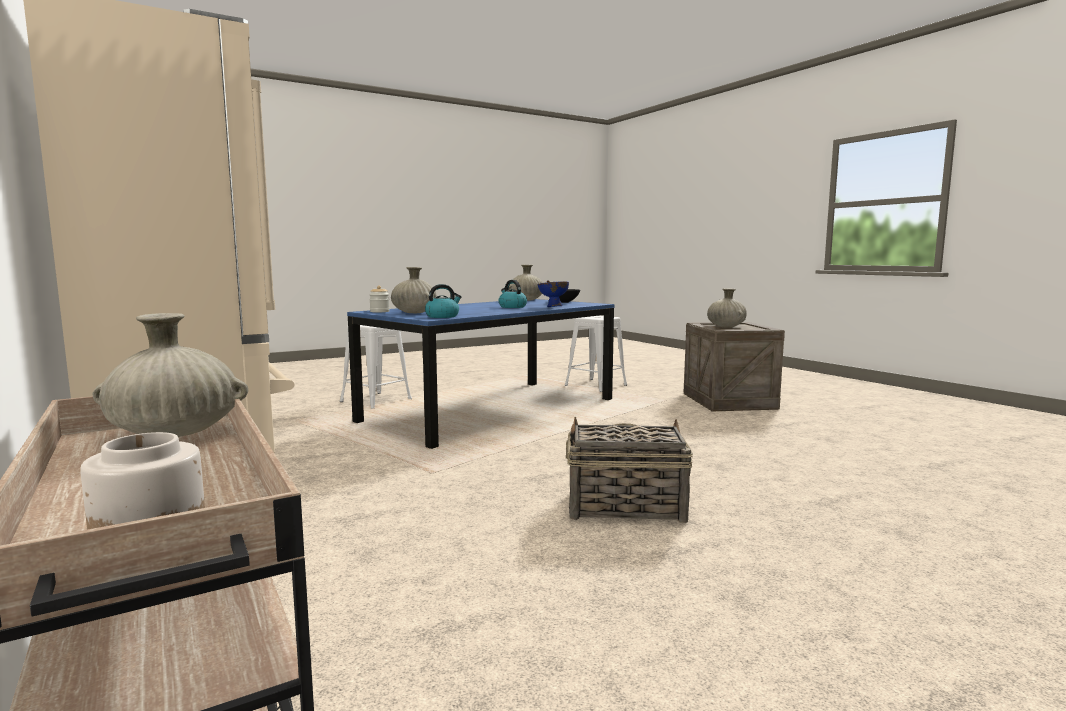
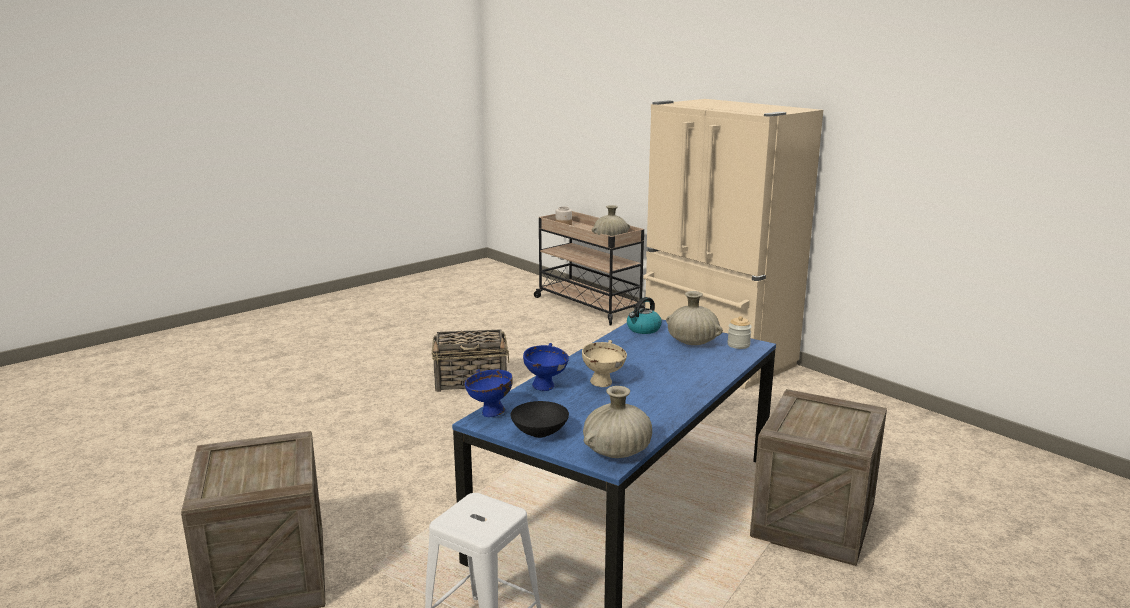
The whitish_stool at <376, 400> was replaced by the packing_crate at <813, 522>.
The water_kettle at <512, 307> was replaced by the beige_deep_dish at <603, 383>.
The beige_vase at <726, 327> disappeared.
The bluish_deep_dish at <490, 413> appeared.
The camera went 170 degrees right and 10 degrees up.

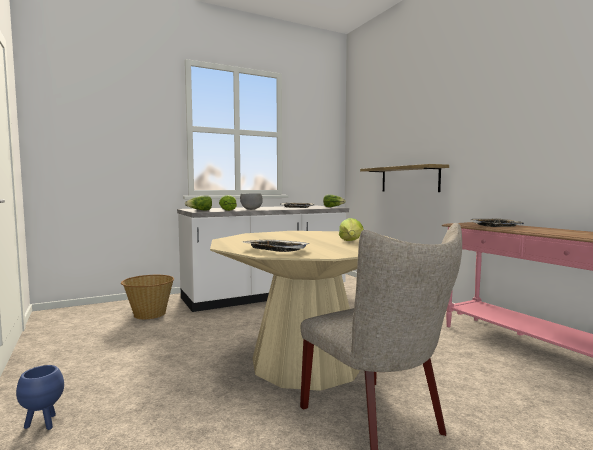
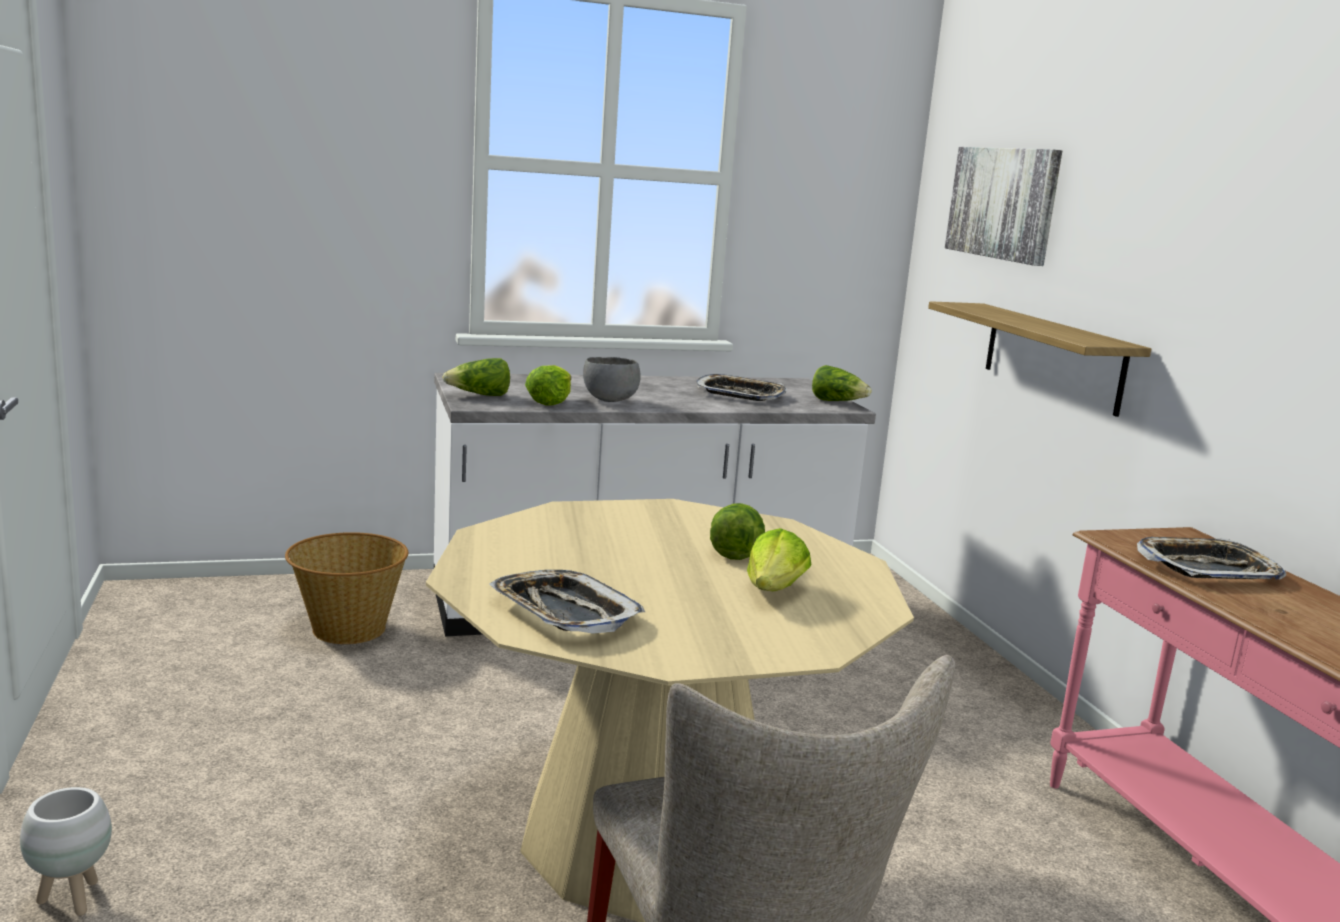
The bluish_planter at <43, 424> became the whitish_planter at <71, 900>.
The lettuce at <734, 550> appeared.
The wall_art at <1003, 203> appeared.
The camera went 10 degrees right and 10 degrees up.

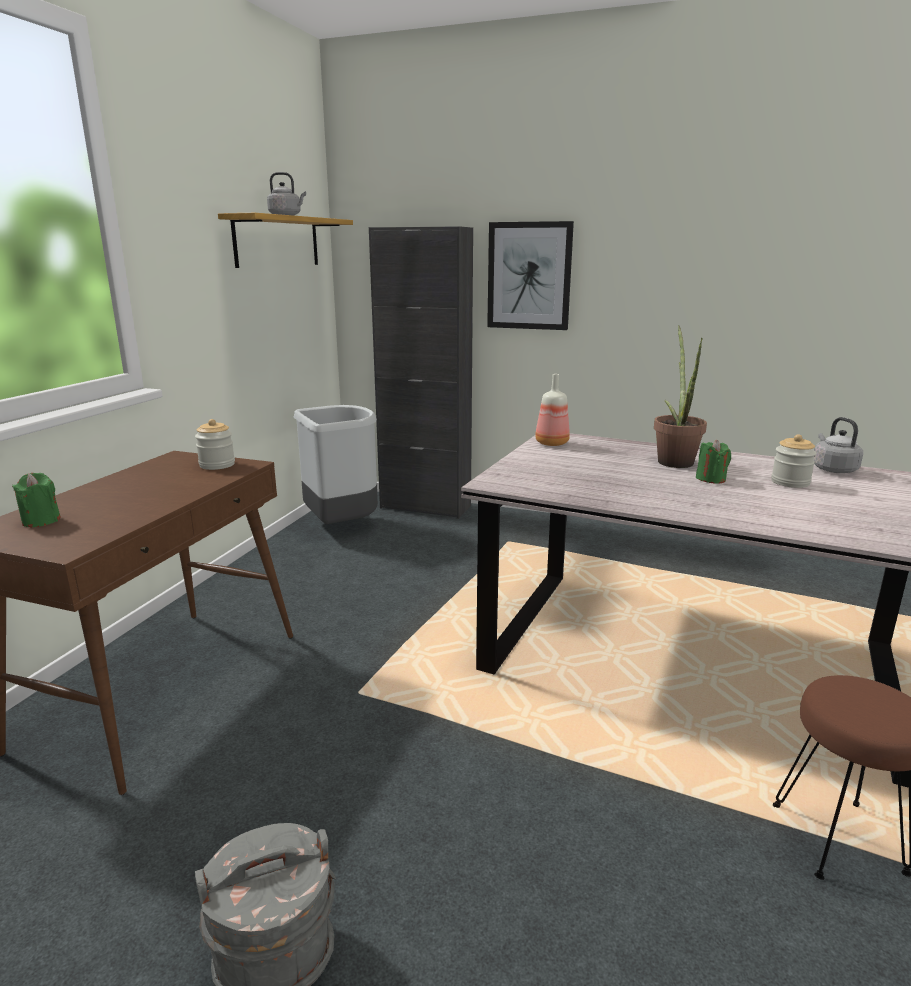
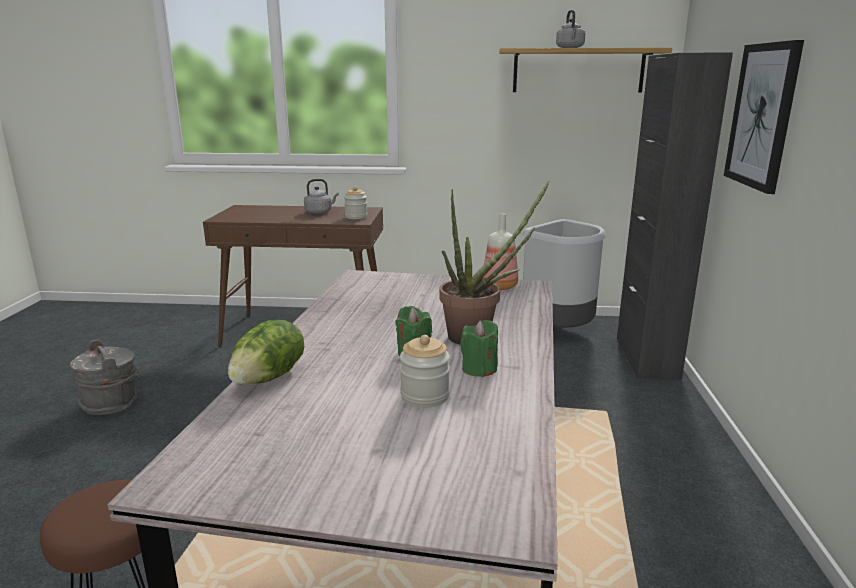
The greenish_wax_light moved from <41, 521> to <479, 369>.
The grey_water_kettle moved from <832, 469> to <320, 212>.
The lettuce at <270, 377> appeared.
The camera went 75 degrees right and 0 degrees up.

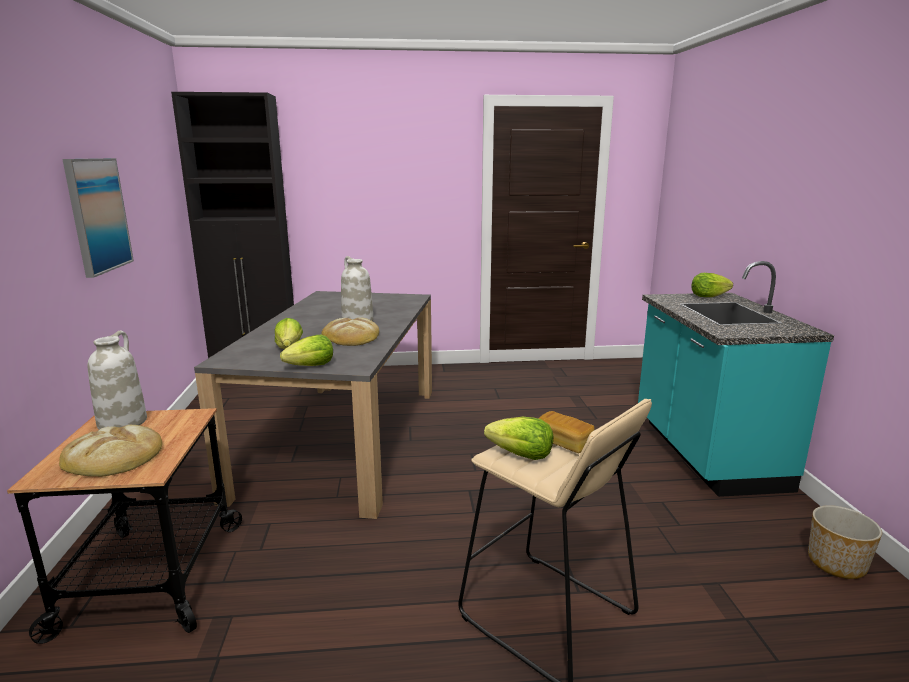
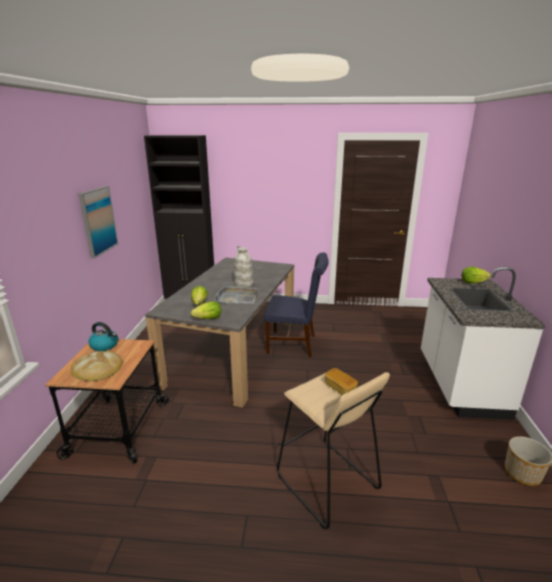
The whitish_vase at <122, 422> was replaced by the water_kettle at <105, 345>.
The baked_bread at <351, 336> was replaced by the grey_carrying_tray at <237, 297>.
The lettuce at <521, 455> disappeared.
The turquoise-coloured_kitchen_counter at <705, 453> became the whitish_kitchen_counter at <459, 385>.
The bluish_chair at <295, 344> appeared.
The camera went 10 degrees right and 5 degrees up.

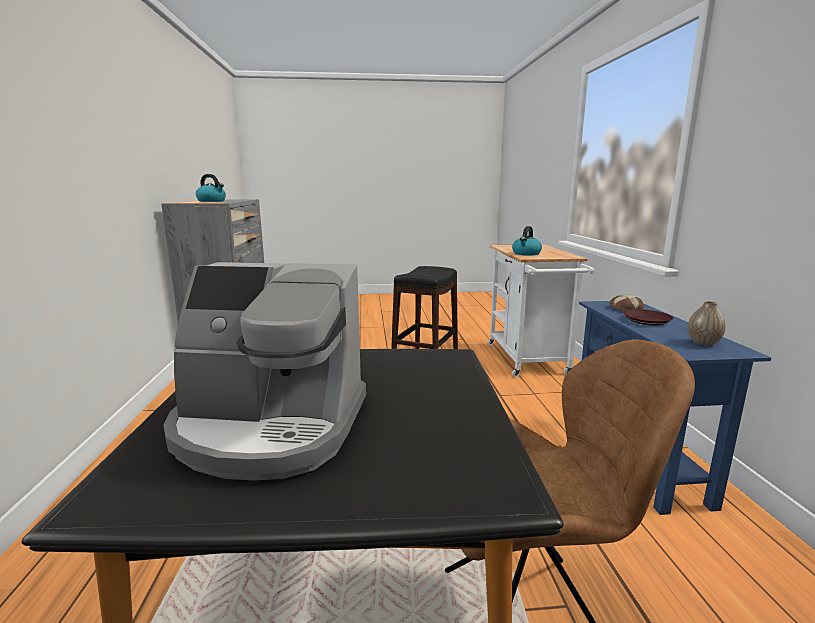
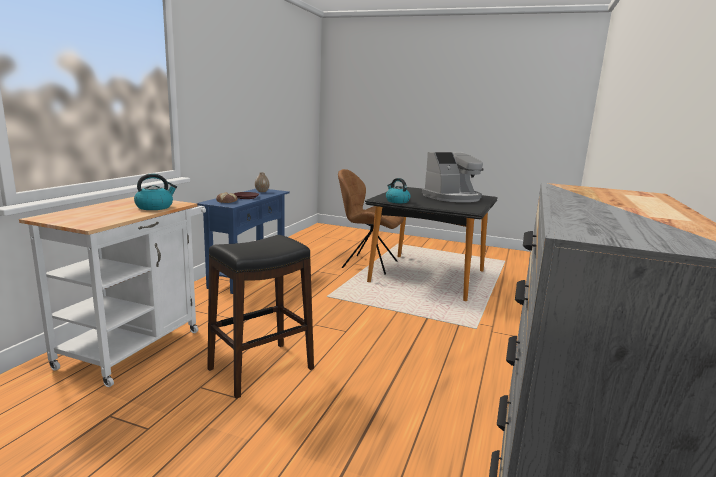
The coffee_machine at <270, 428> turned 120 degrees clockwise.
The water_kettle moved from <212, 201> to <397, 201>.
The camera went 155 degrees left and 0 degrees up.

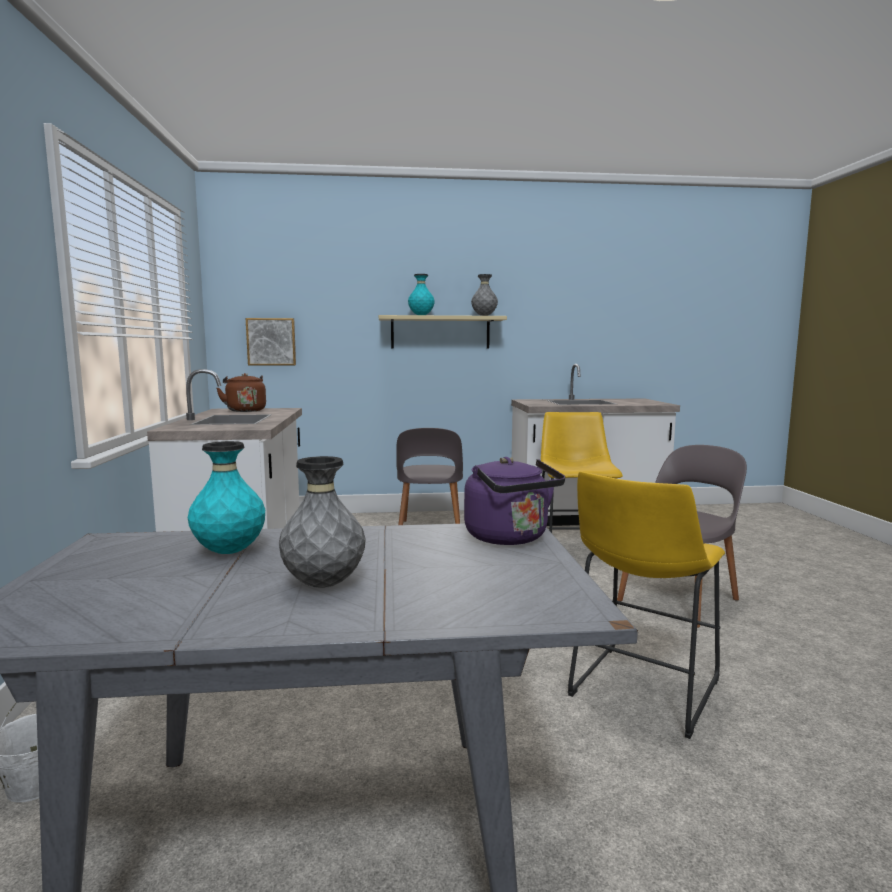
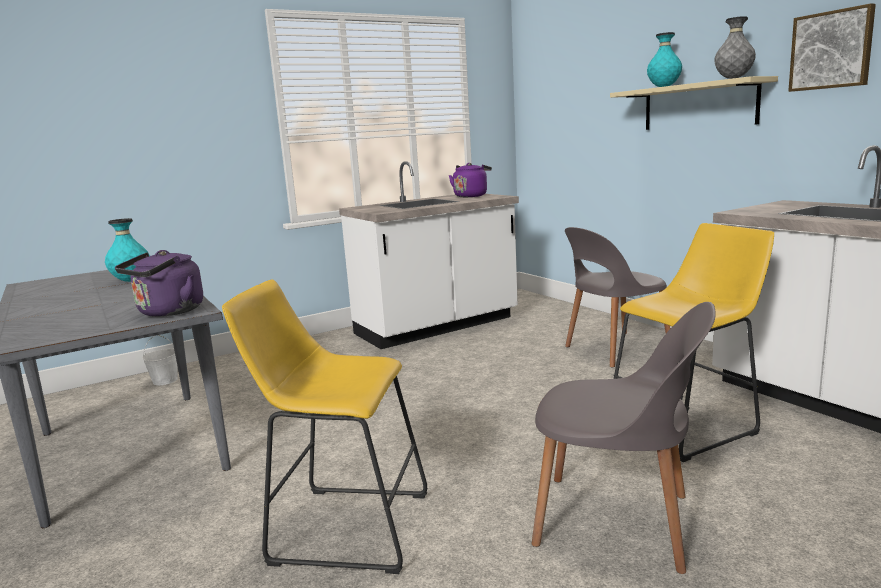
The brown_water_kettle at <245, 410> became the purplish_water_kettle at <471, 196>.
The wall_art moved from <271, 342> to <831, 50>.
The grey_vase at <324, 585> disappeared.
The camera went 65 degrees right and 5 degrees up.

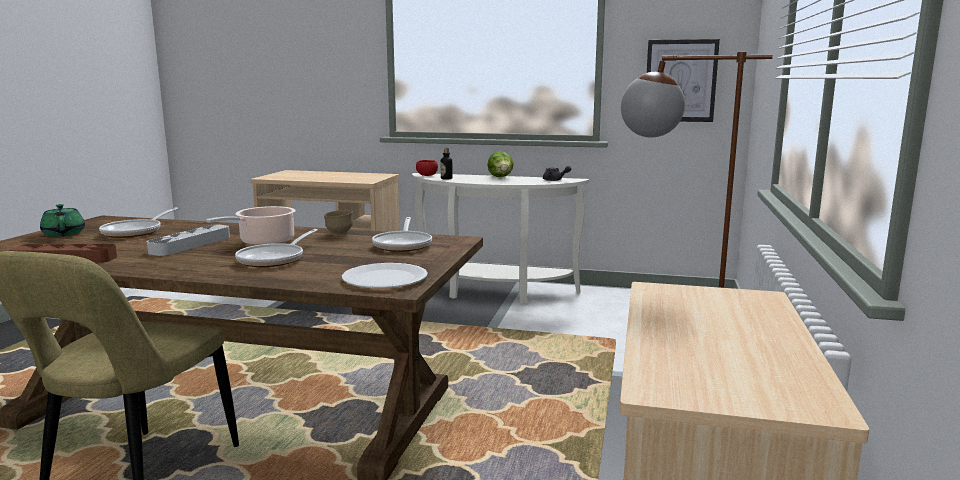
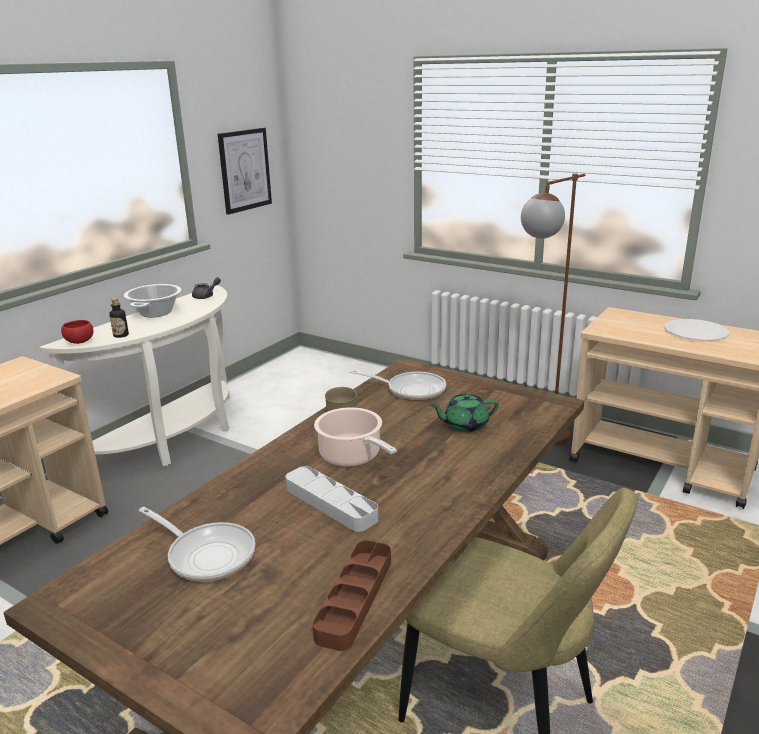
The greenish_tea_pot moved from <64, 233> to <464, 425>.
The frying_pan at <275, 259> disappeared.
The whitish_flat_dish moved from <385, 278> to <695, 332>.
The lettuce at <501, 177> was replaced by the cooking_pot at <155, 313>.
The camera went 70 degrees left and 10 degrees up.

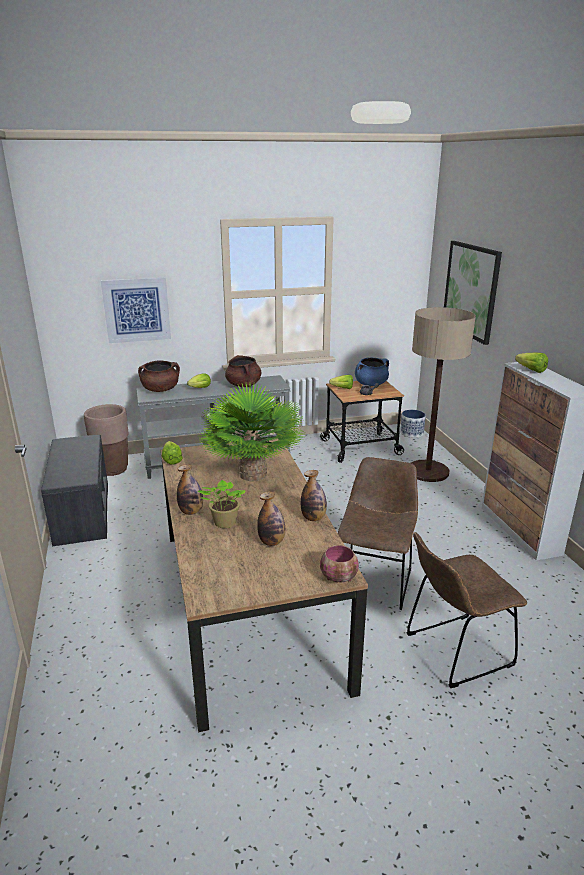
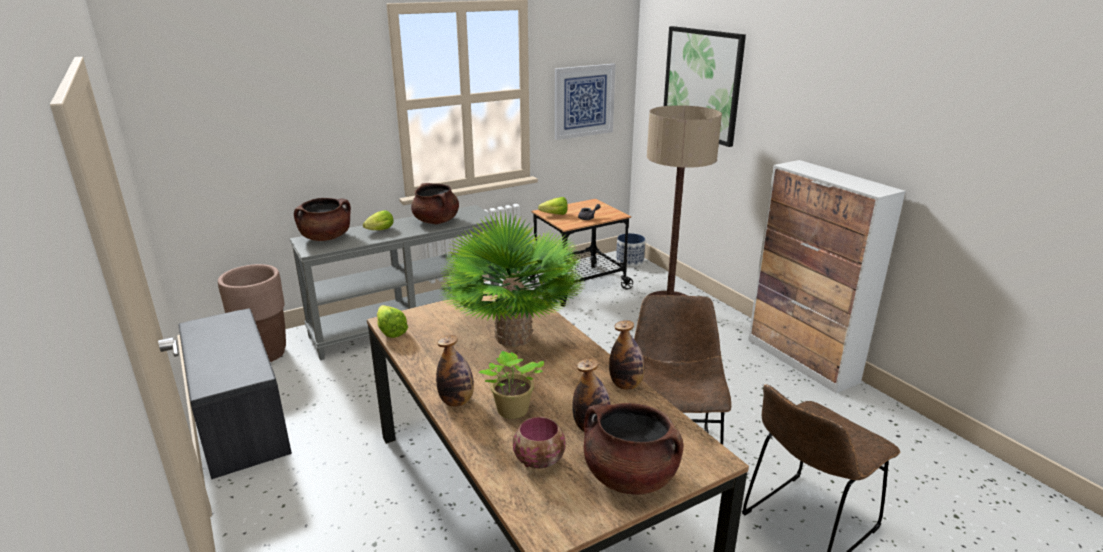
The wall_art moved from <136, 310> to <584, 101>.
The deep_dish moved from <339, 578> to <540, 461>.
The bluish_cooking_pot at <371, 384> disappeared.
The lettuce at <529, 369> disappeared.
The brown_cooking_pot at <629, 477> appeared.
The camera went 15 degrees left and 0 degrees up.

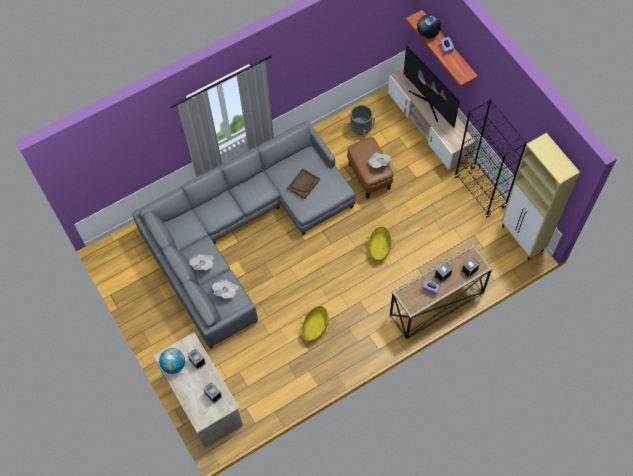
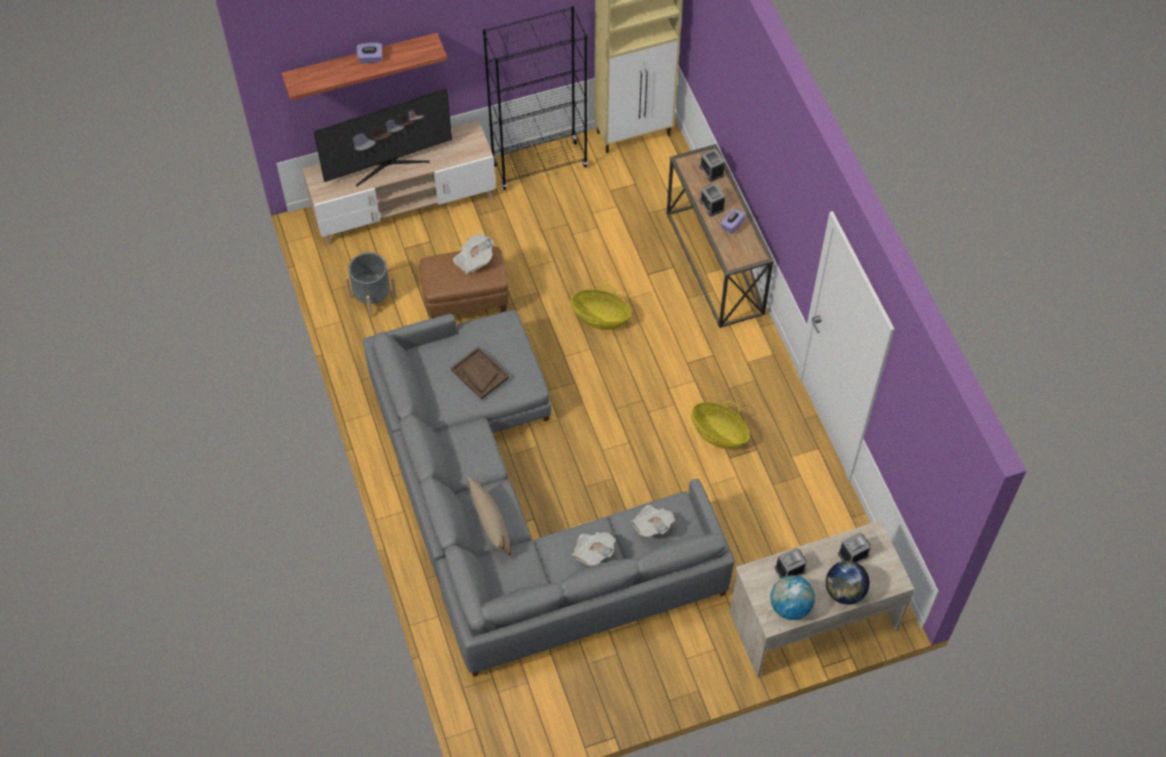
The desk_globe moved from <427, 33> to <844, 591>.
The beige_cushion at <491, 527> appeared.
The camera went 80 degrees left and 5 degrees down.

